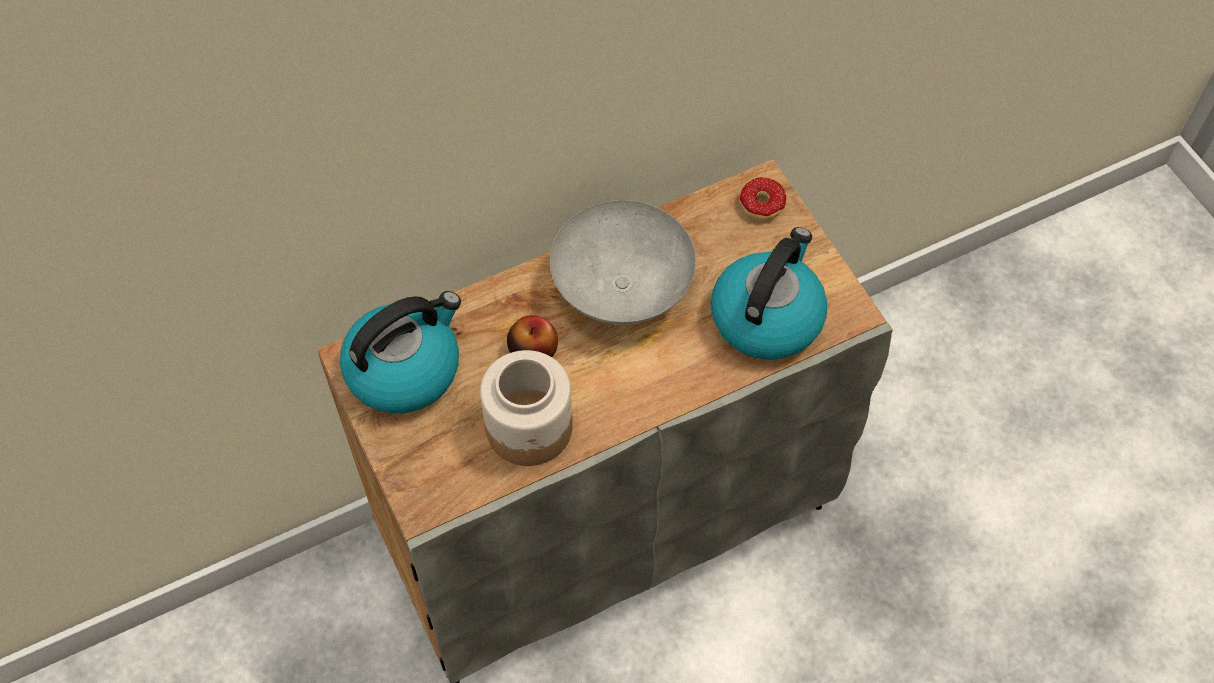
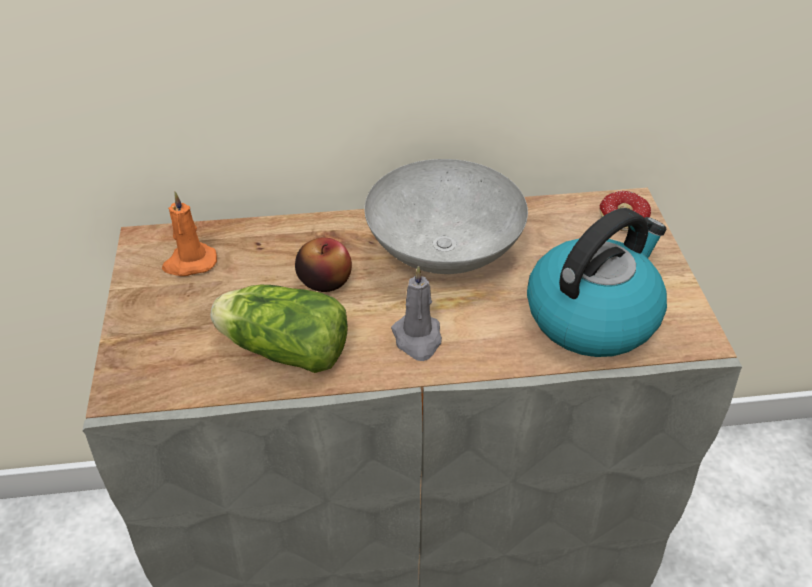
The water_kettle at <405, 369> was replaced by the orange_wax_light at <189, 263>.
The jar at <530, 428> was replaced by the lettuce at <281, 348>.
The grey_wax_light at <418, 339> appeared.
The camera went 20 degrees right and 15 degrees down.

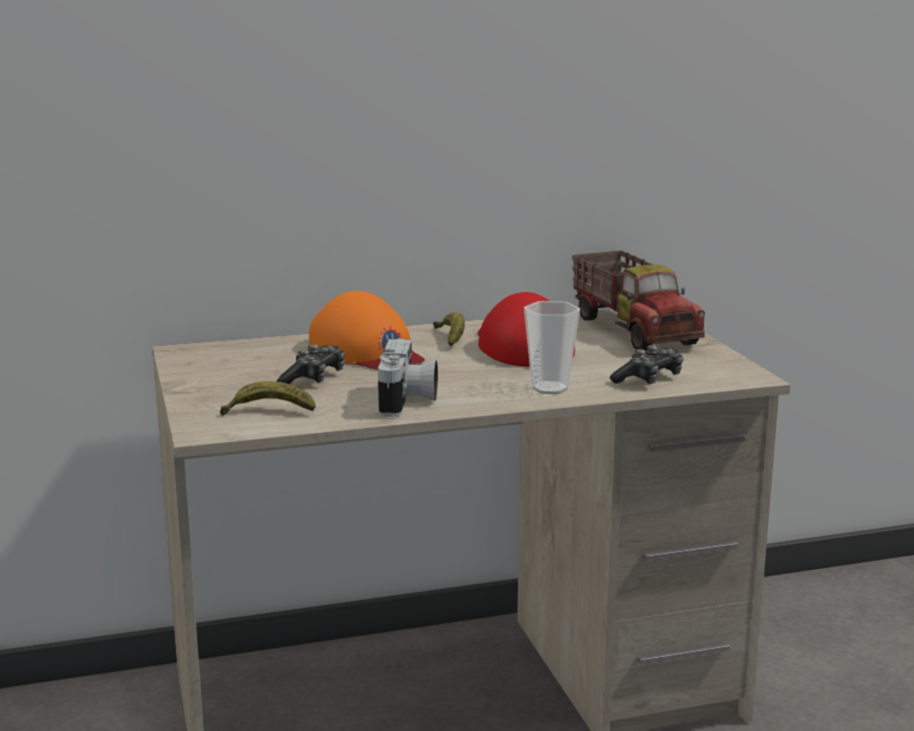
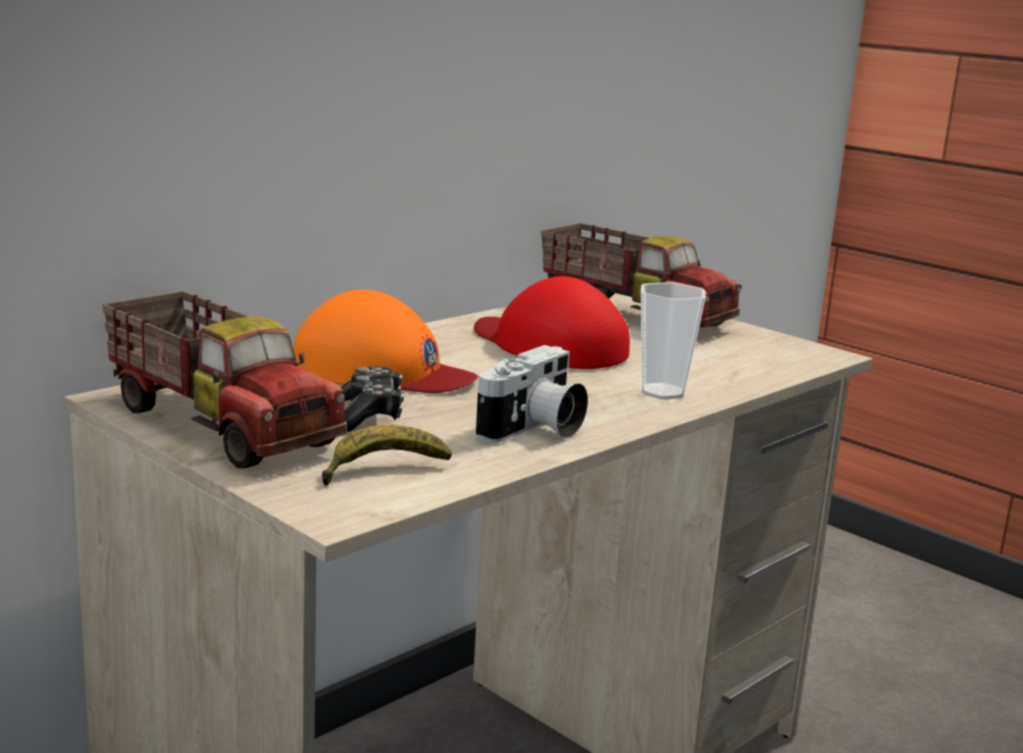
The photo_camera at <408, 401> turned 60 degrees clockwise.
The banana at <451, 338> disappeared.
The joypad at <649, 379> disappeared.
The toy_truck at <222, 425> appeared.
The camera went 30 degrees left and 0 degrees up.

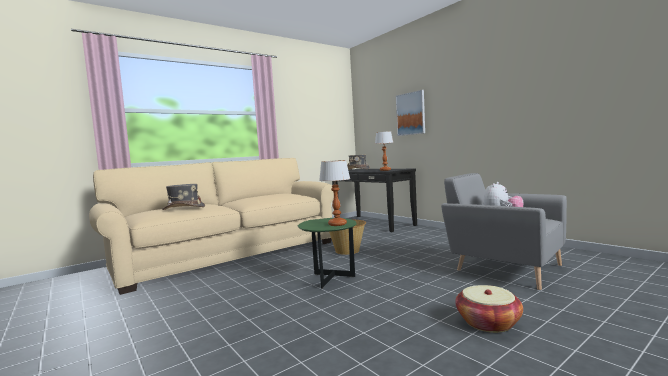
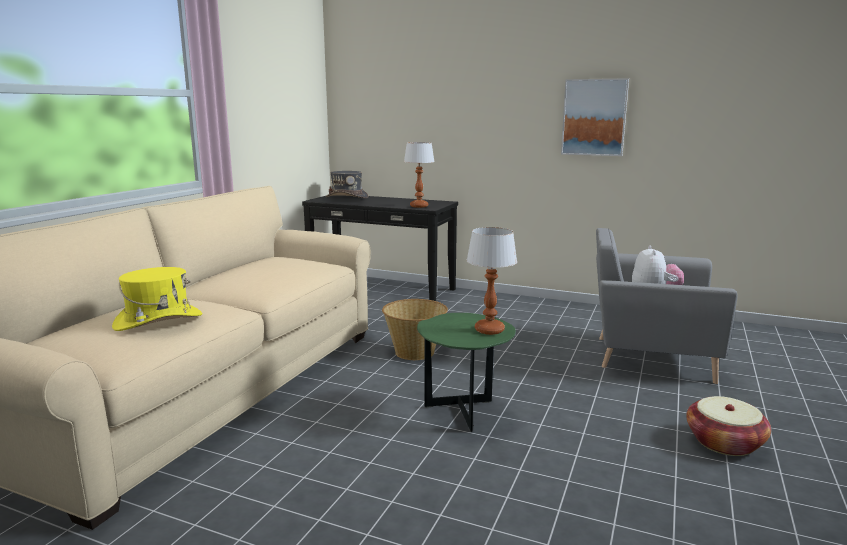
The grey_wearable_hat at <184, 208> became the yellow-coloured_wearable_hat at <158, 321>.
The wall_art moved from <411, 113> to <594, 117>.
The camera went 30 degrees left and 10 degrees up.

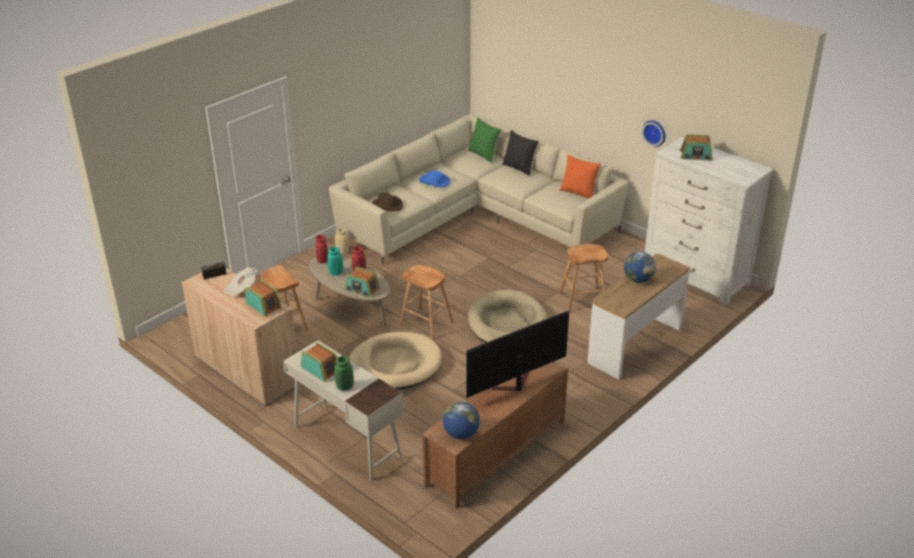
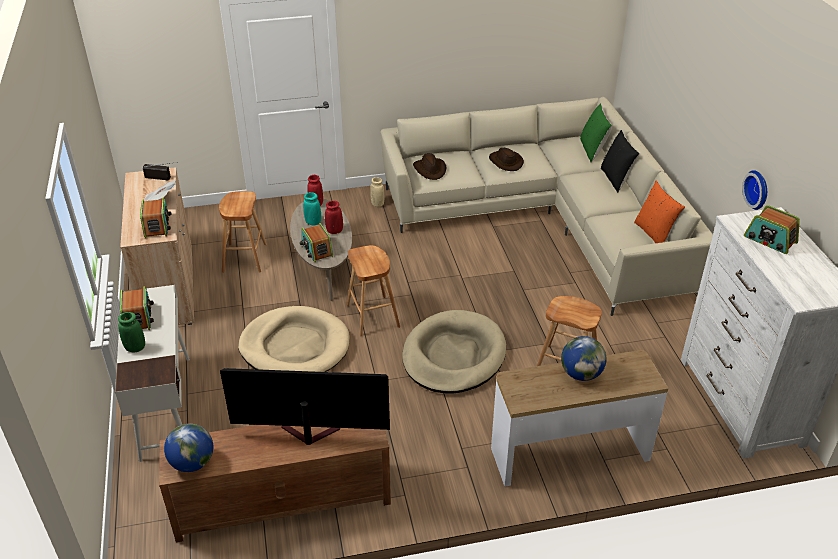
The bluish_wearable_hat at <434, 182> became the brown_wearable_hat at <505, 162>.
The camera went 35 degrees right and 5 degrees up.

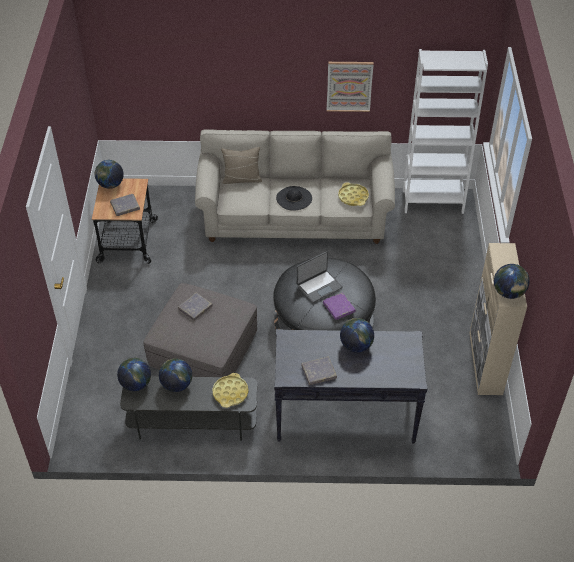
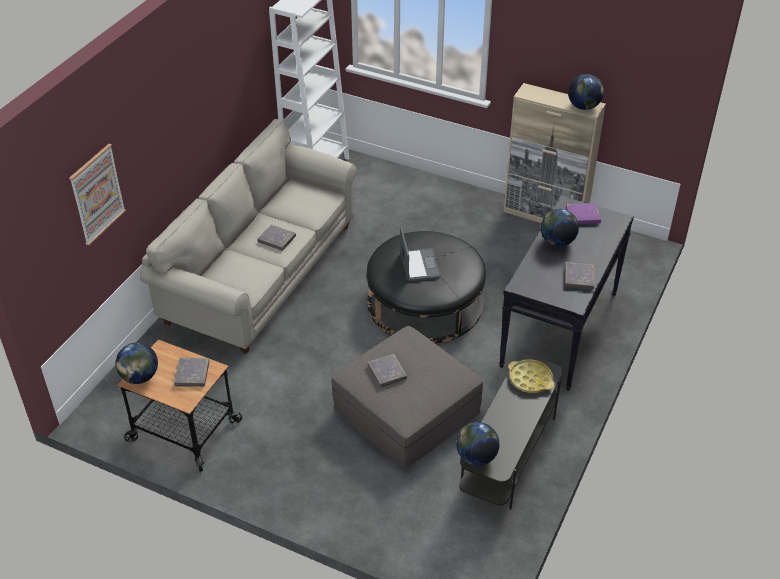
The desk_globe at <177, 385> disappeared.
The beige_cushion at <242, 179> disappeared.
The blackish_wearable_hat at <294, 198> was replaced by the grey_volume at <276, 239>.
The purplish_volume moved from <338, 307> to <582, 216>.
The wall_art moved from <349, 86> to <97, 194>.
The yellow-coloured_carrying_tray at <353, 197> disappeared.
The camera went 65 degrees left and 5 degrees down.

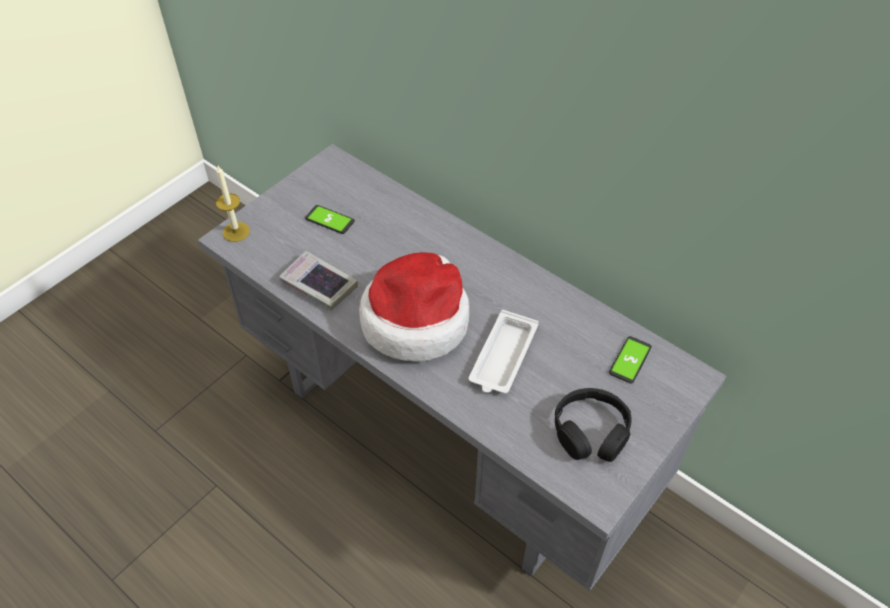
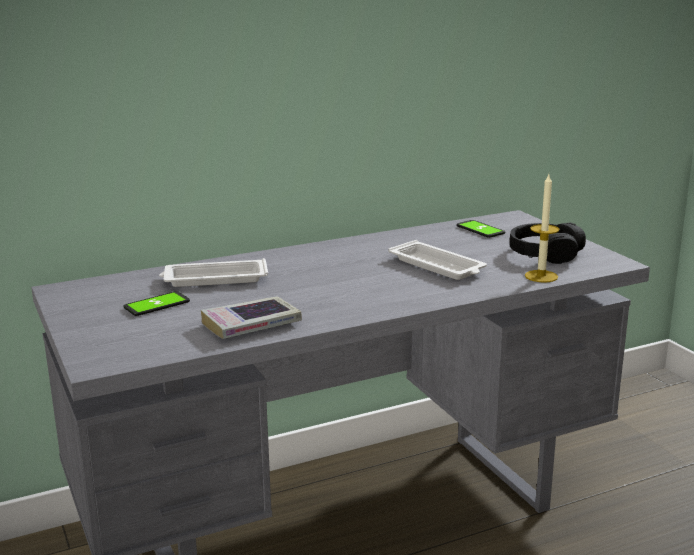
The wax_light moved from <236, 231> to <541, 276>.
The wearable_hat at <416, 319> disappeared.
The whitish_carrying_tray at <214, 279> appeared.
The camera went 65 degrees left and 30 degrees down.

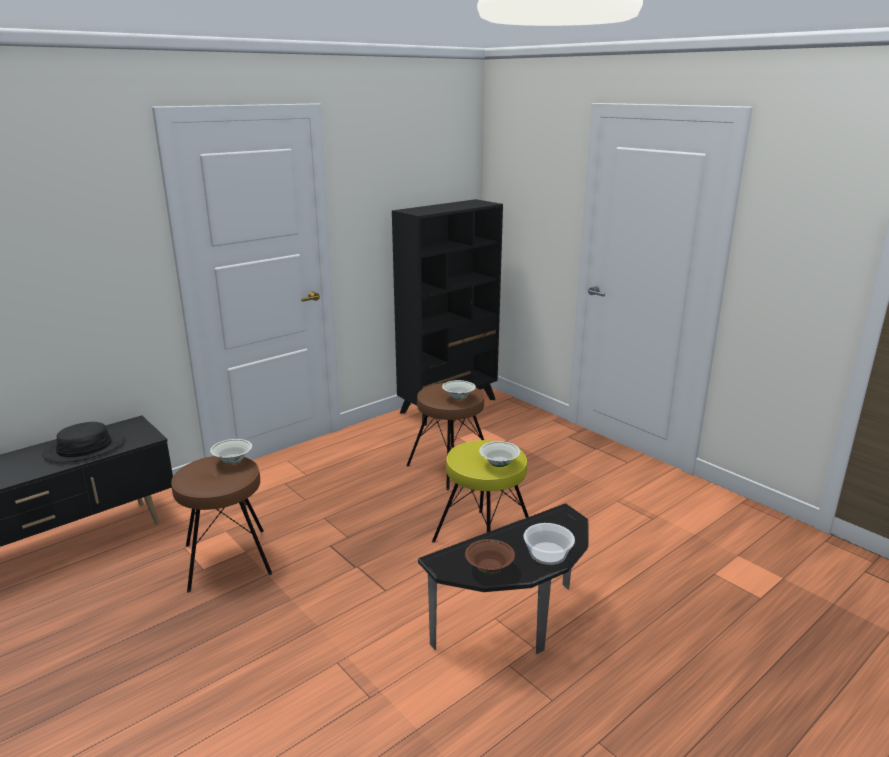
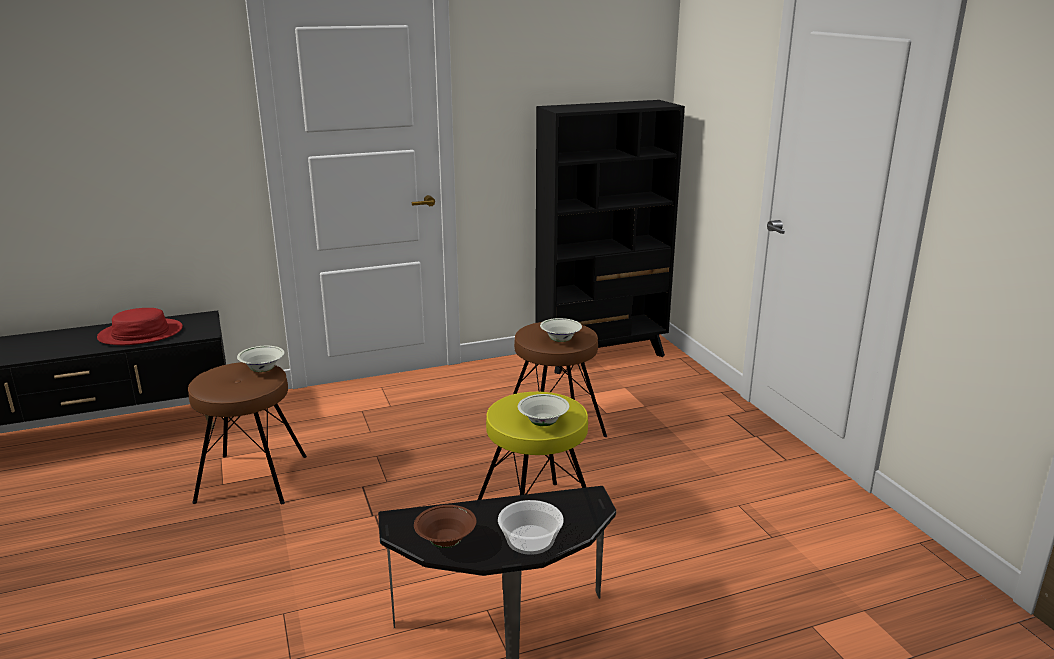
The blackish_wearable_hat at <84, 448> became the reddish_wearable_hat at <141, 334>.
The camera went 20 degrees right and 0 degrees up.

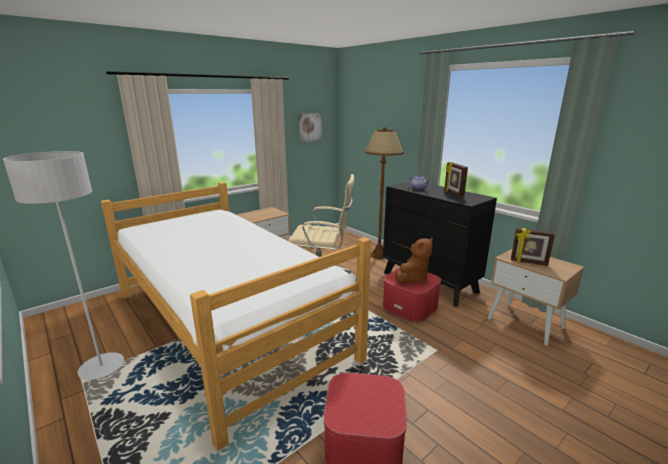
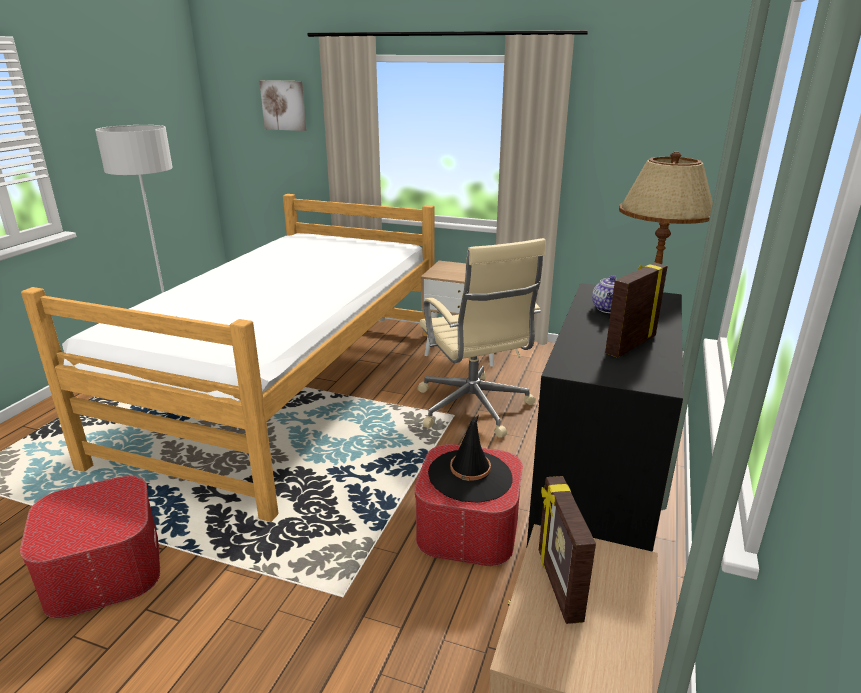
The wall_art moved from <310, 127> to <284, 105>.
The brown_soft_toy at <413, 278> was replaced by the blackish_wearable_hat at <470, 476>.
The camera went 60 degrees right and 5 degrees up.

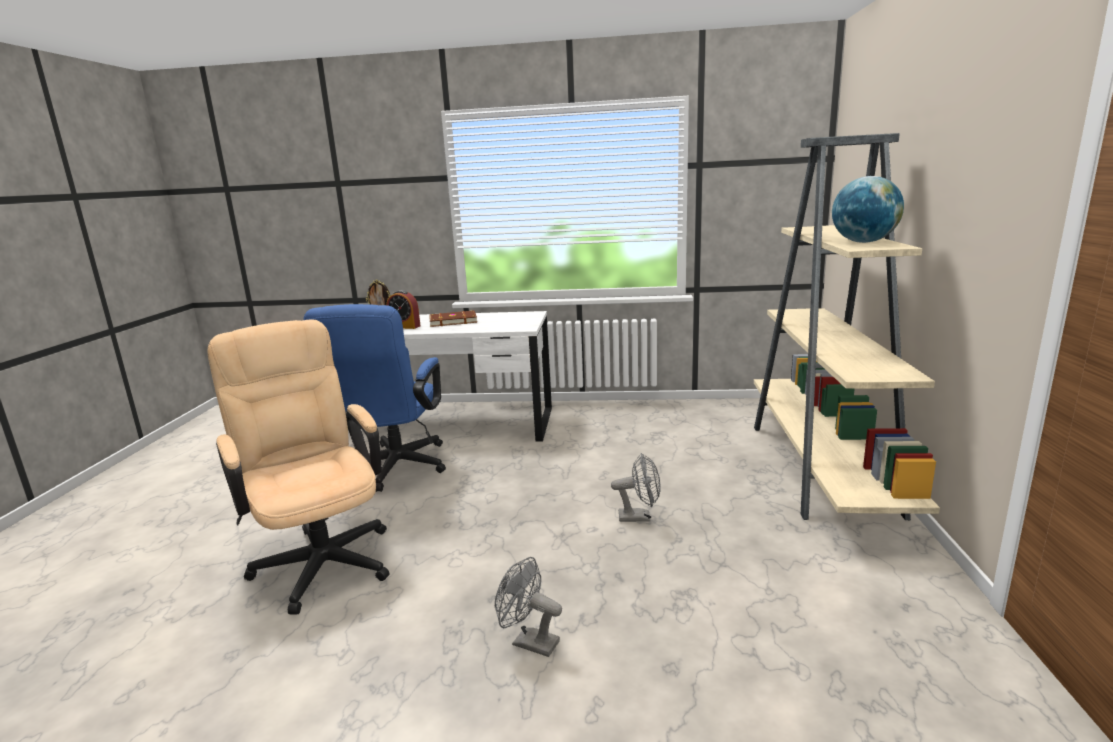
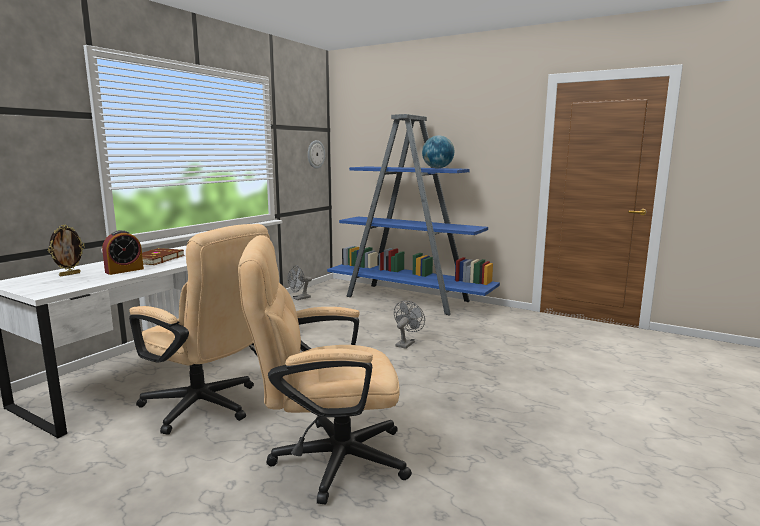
The bluish_office_chair at <393, 470> became the beige_office_chair at <208, 407>.
The grey_fan moved from <529, 642> to <299, 298>.
The beige_bookshelf at <821, 468> became the bluish_bookshelf at <409, 299>.
The wall_clock at <315, 154> appeared.
The camera went 65 degrees left and 5 degrees down.

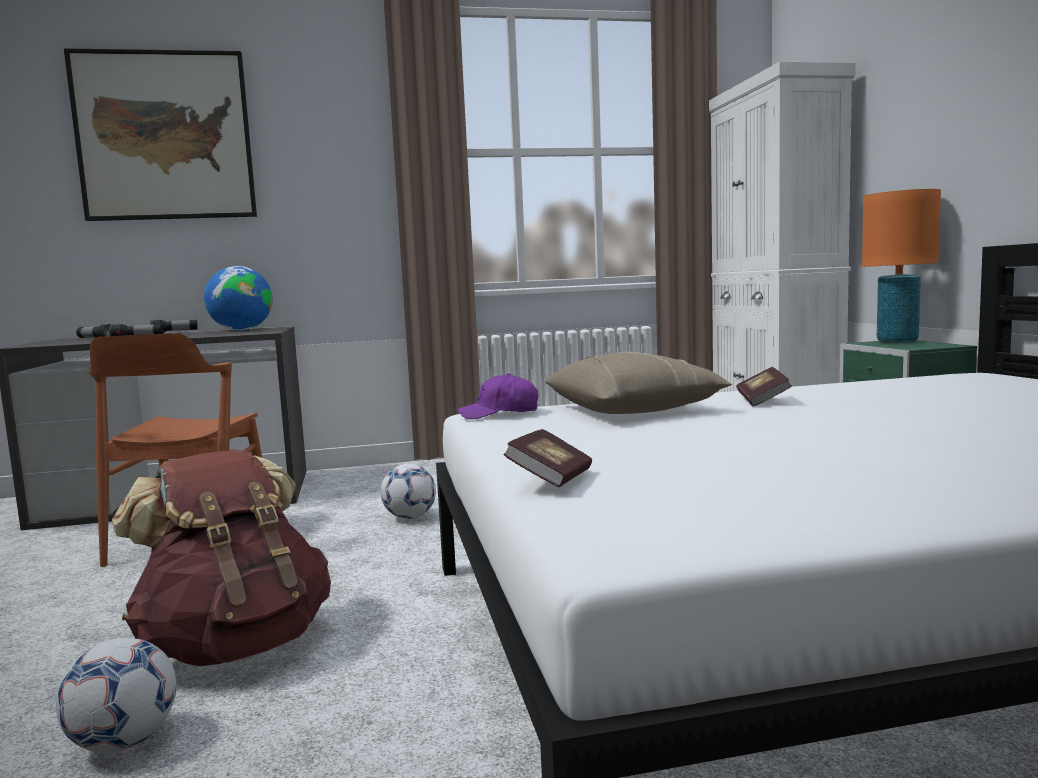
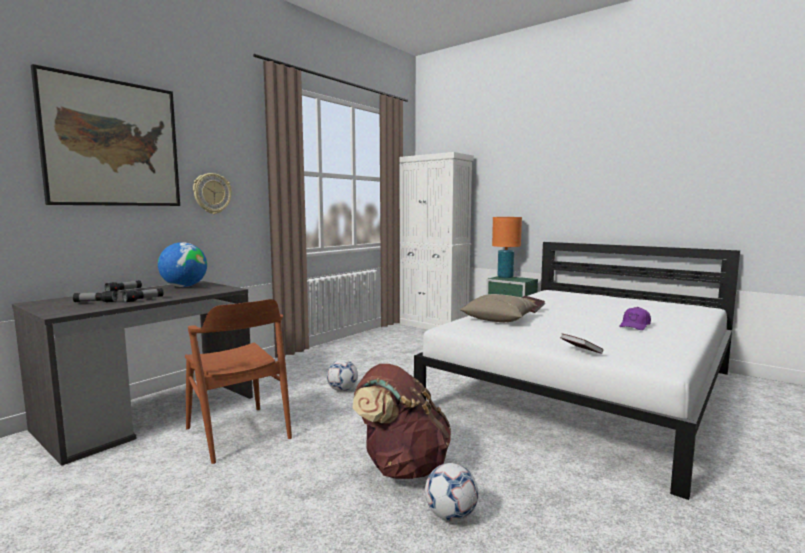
The purplish_cap moved from <499, 413> to <635, 326>.
The wall_clock at <212, 193> appeared.
The camera went 40 degrees left and 0 degrees up.

